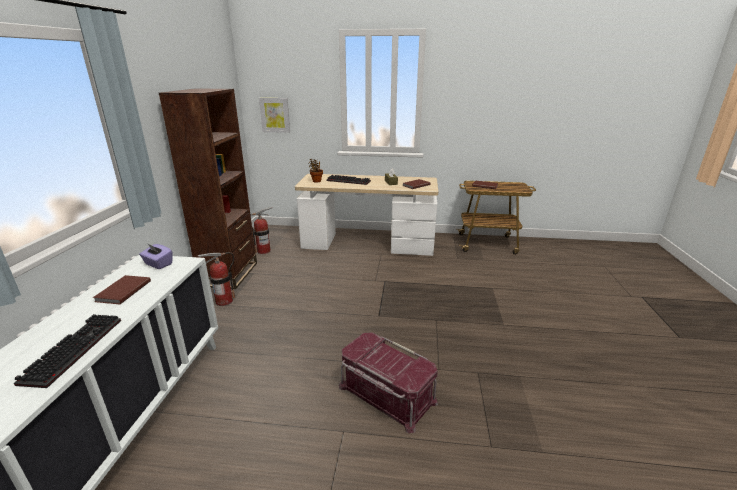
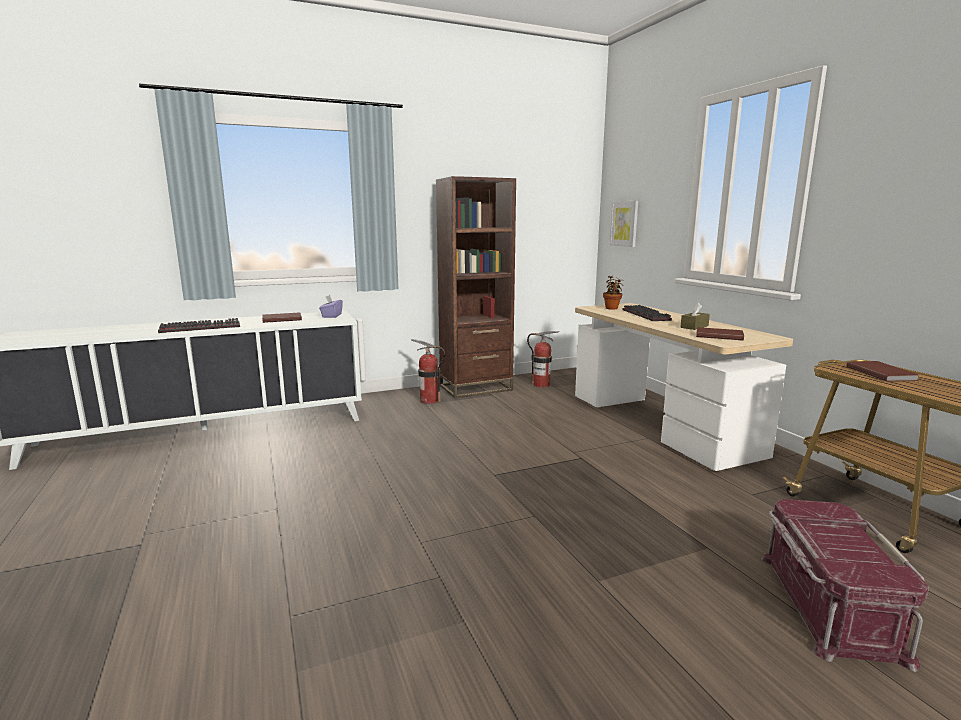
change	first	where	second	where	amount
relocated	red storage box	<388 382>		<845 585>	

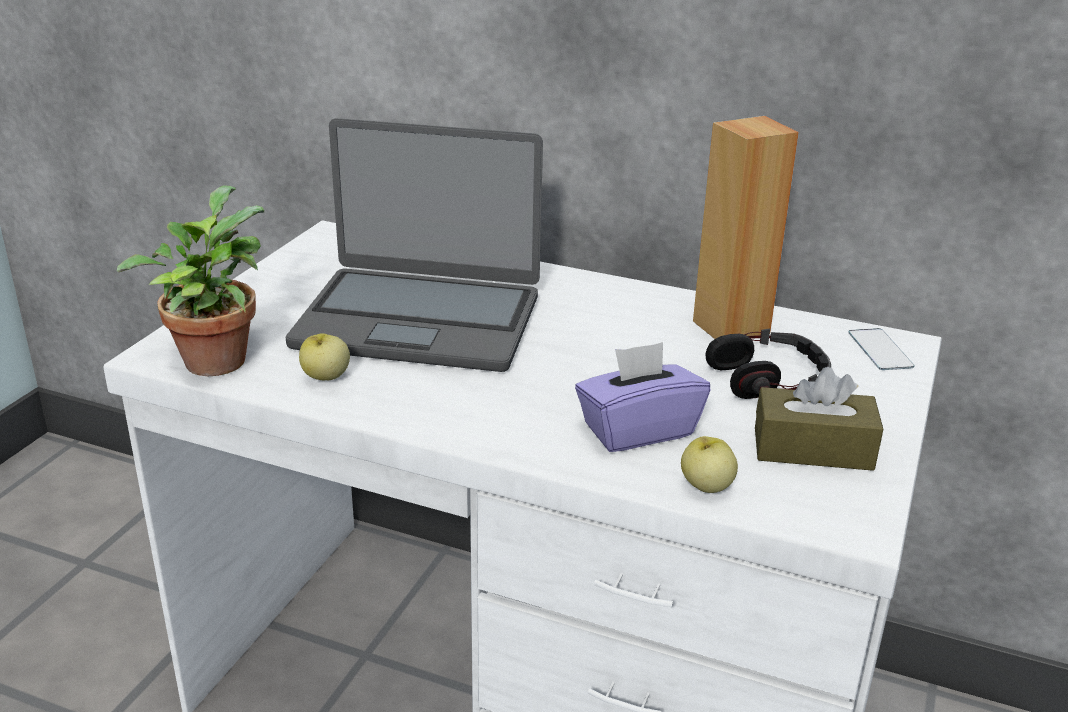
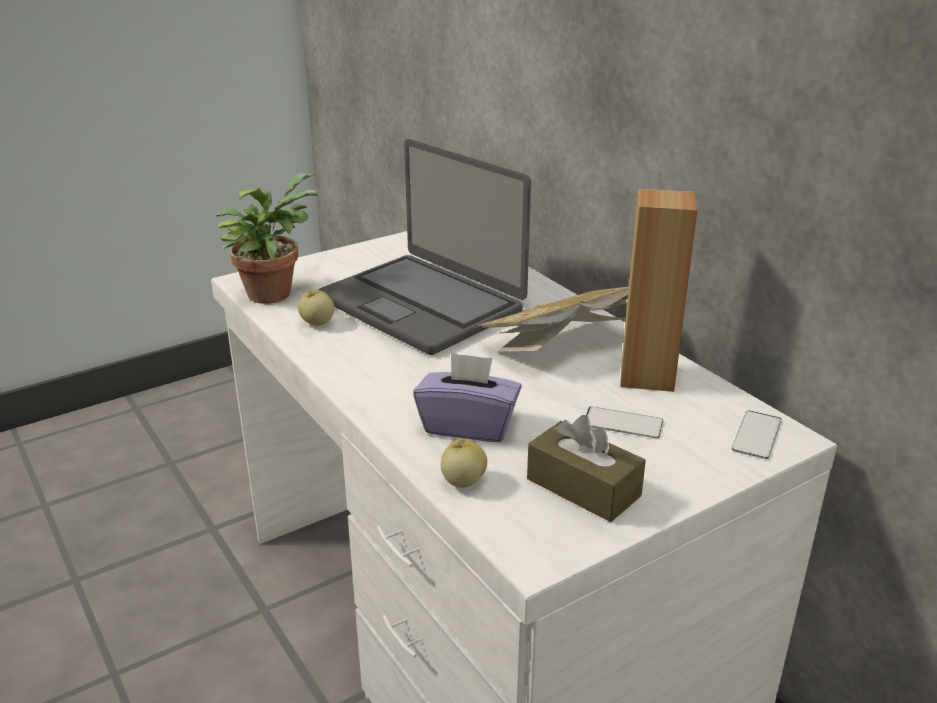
change	first	where	second	where	amount
exchanged	headphones	<768 363>	phone	<625 422>	
appeared			book	<553 319>	

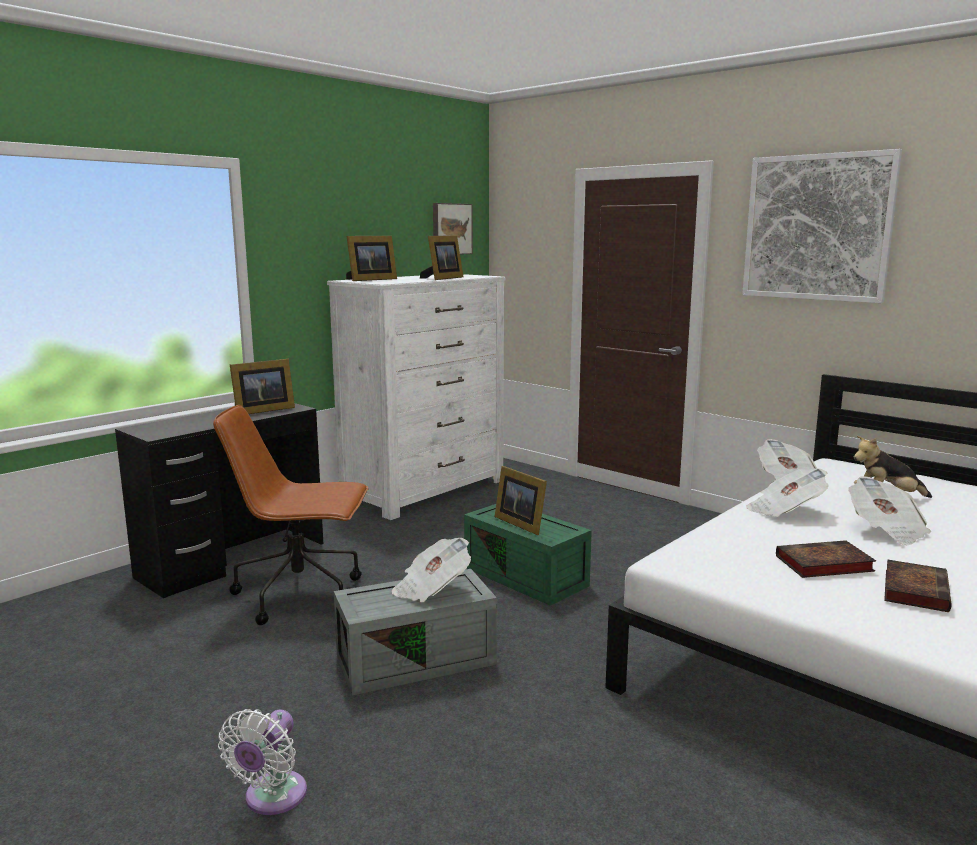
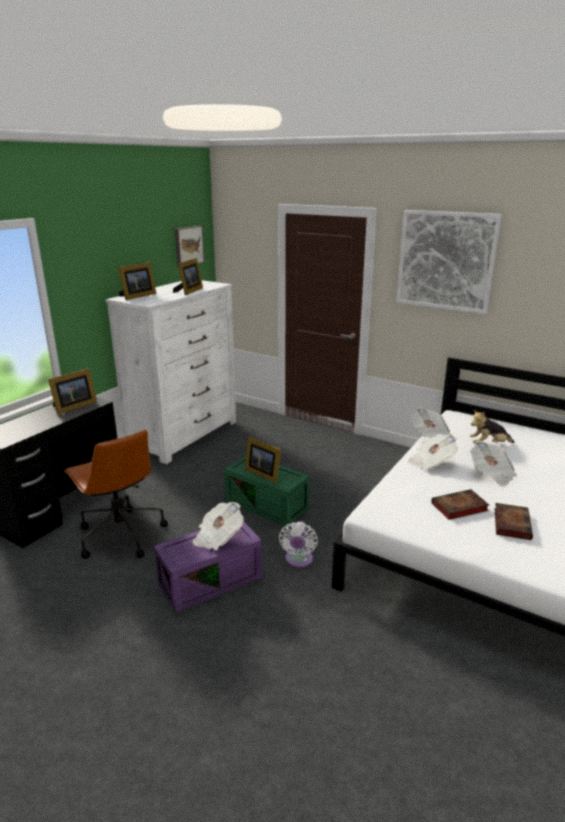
change	first	where	second	where	amount
spun	brown office chair	<290 515>		<116 494>	120 degrees counterclockwise
relocated	white fan	<262 762>		<298 544>	
colour	grey storage box	<415 632>	purple storage box	<208 567>	

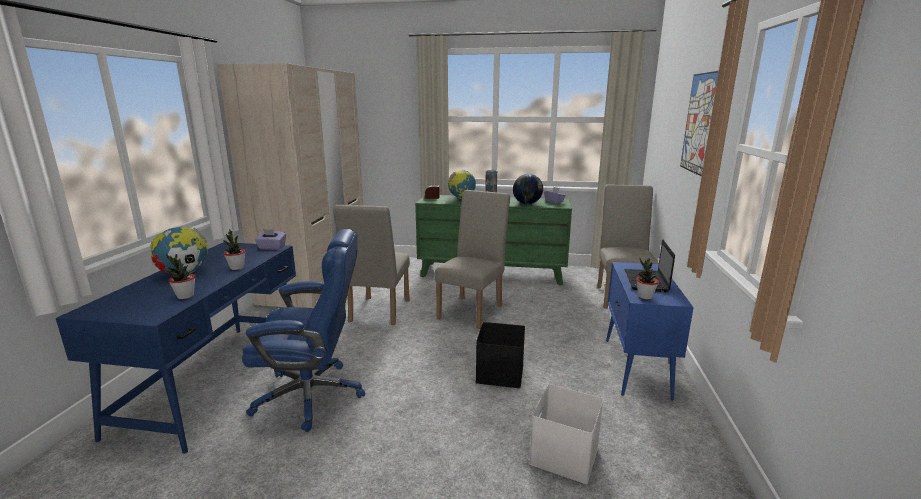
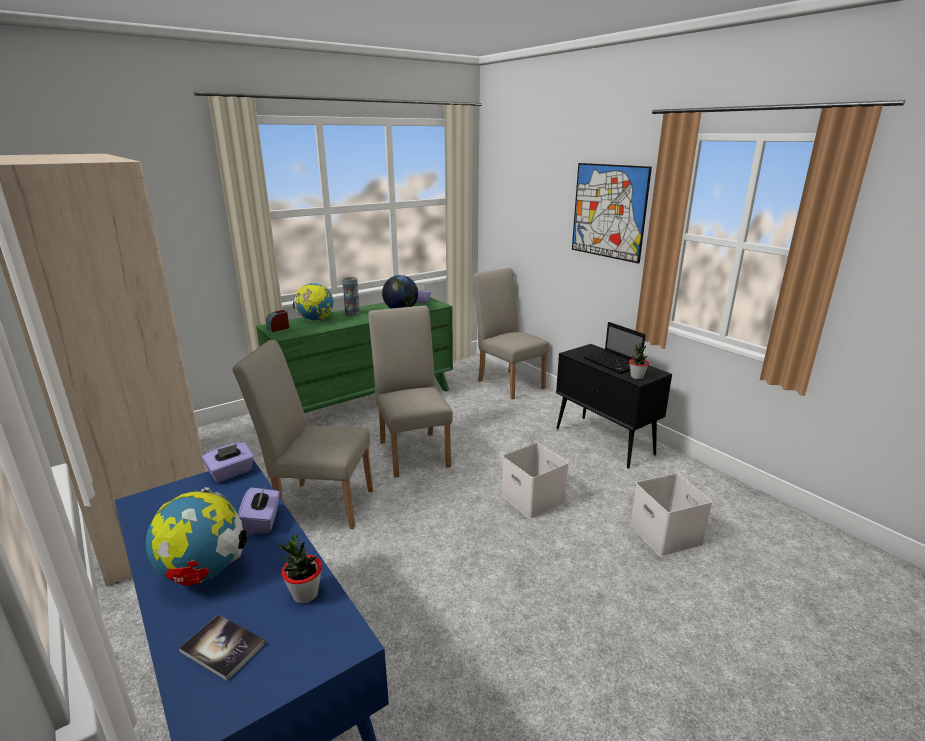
change	first	where	second	where	amount
exchanged	potted plant	<234 249>	purple tissue box	<259 510>	
missing	blue office chair	<303 330>			
spun	beige chair	<371 265>		<302 434>	135 degrees clockwise
colour	black storage box	<500 355>	white storage box	<535 481>	
colour	blue cabinet	<650 331>	black cabinet	<614 406>	
appeared			book	<222 648>	

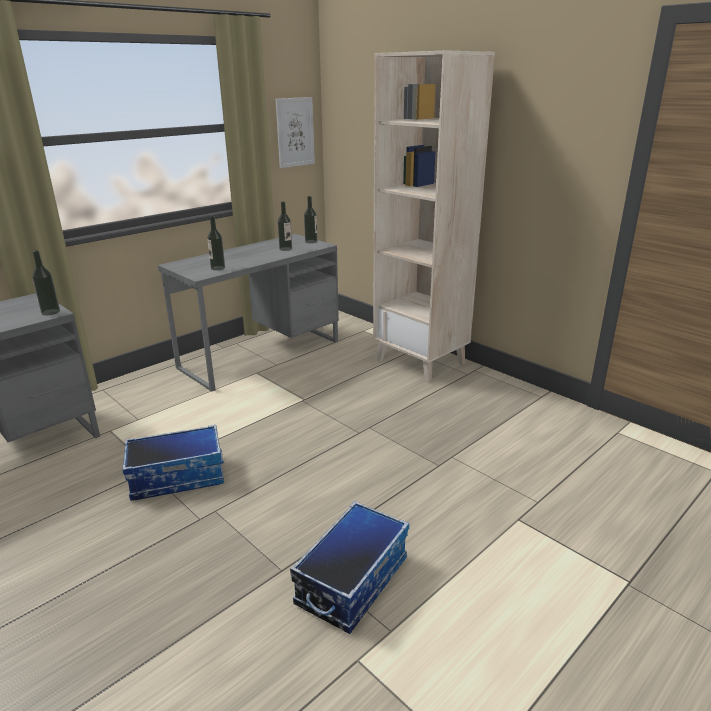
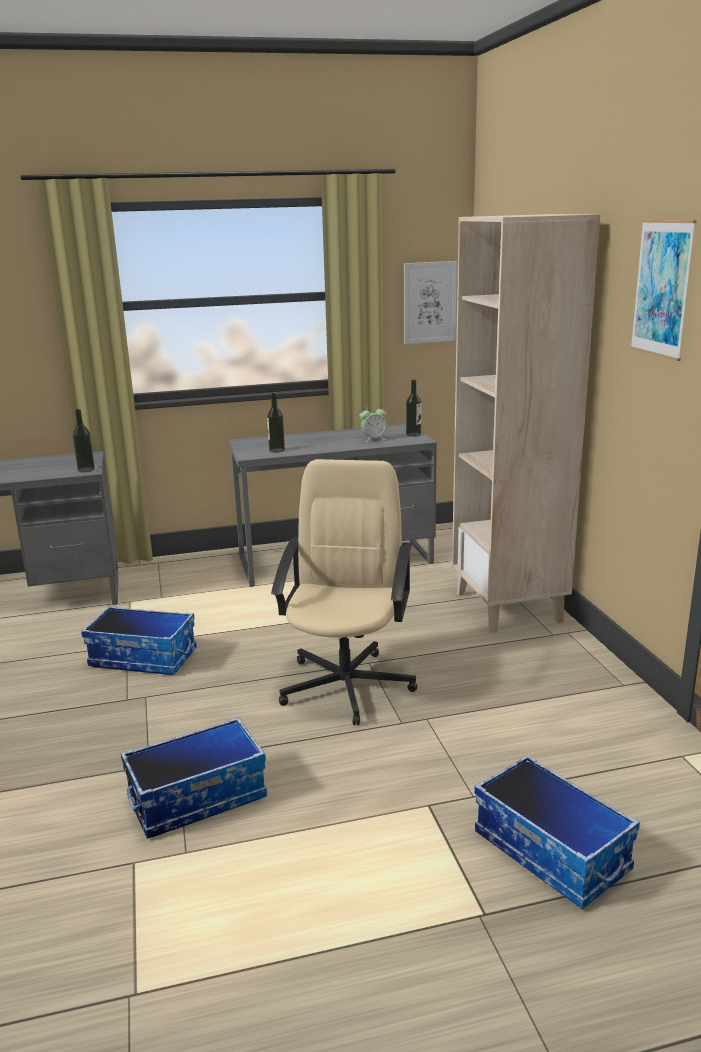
change	first	where	second	where	amount
exchanged	bottle	<285 226>	alarm clock	<373 423>	
appeared			beige office chair	<344 592>	
appeared			storage box	<557 832>	
appeared			picture	<663 290>	

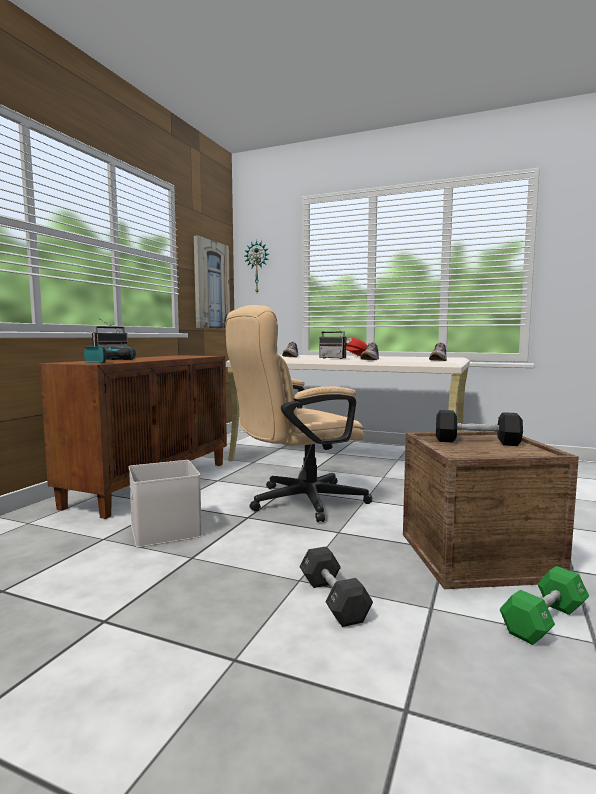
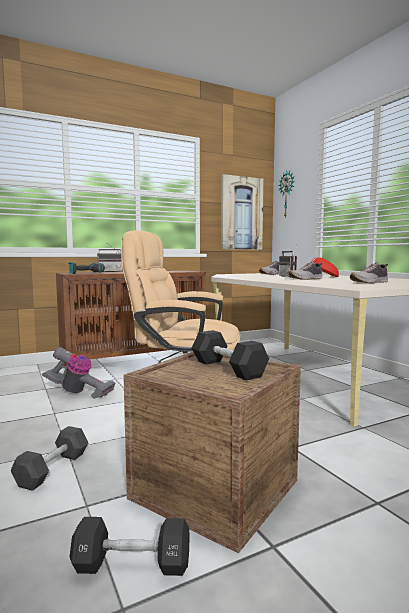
change	first	where	second	where	amount
exchanged	white storage box	<165 504>	vacuum cleaner	<78 373>	
colour	green dumbbell	<544 605>	black dumbbell	<130 546>	

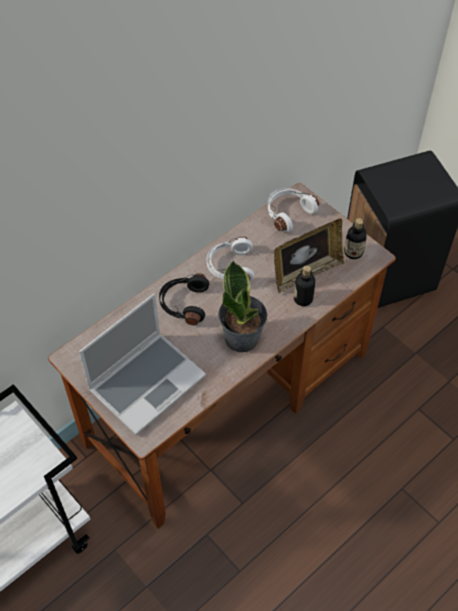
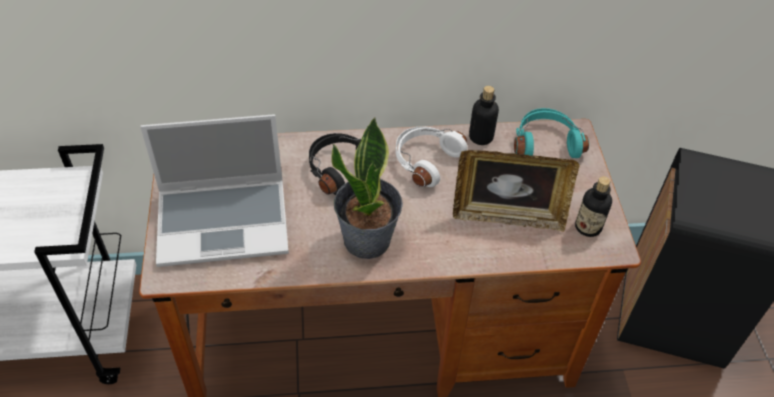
change	first	where	second	where	amount
colour	white headphones	<293 210>	turquoise headphones	<551 133>	
relocated	bottle	<304 285>		<484 115>	

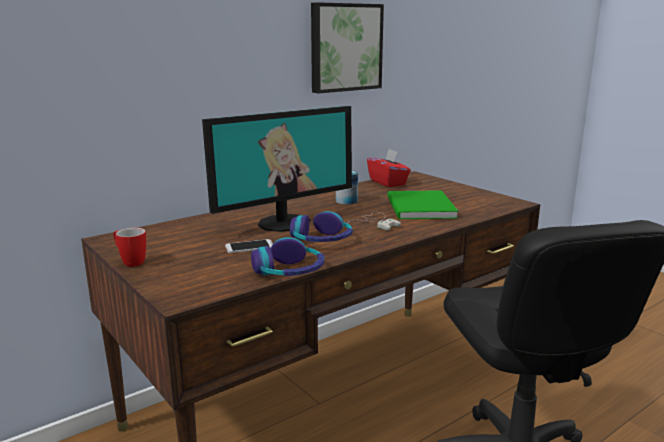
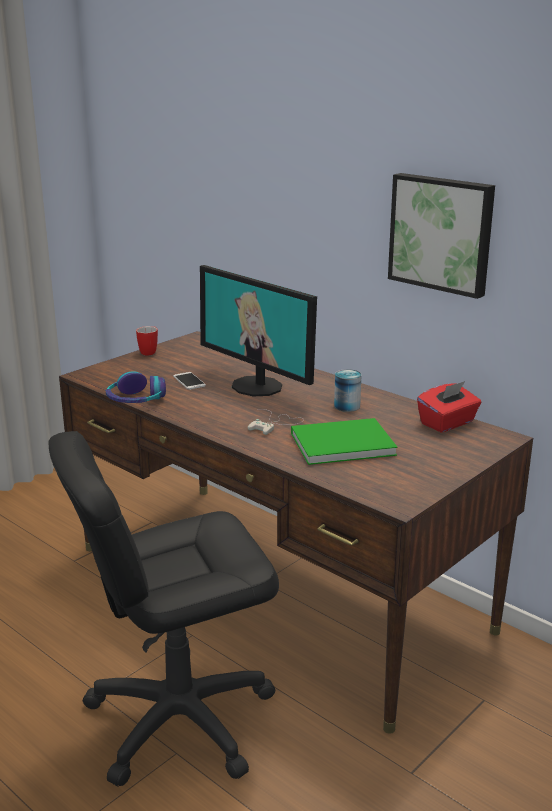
change	first	where	second	where	amount
missing	headphones	<321 226>			

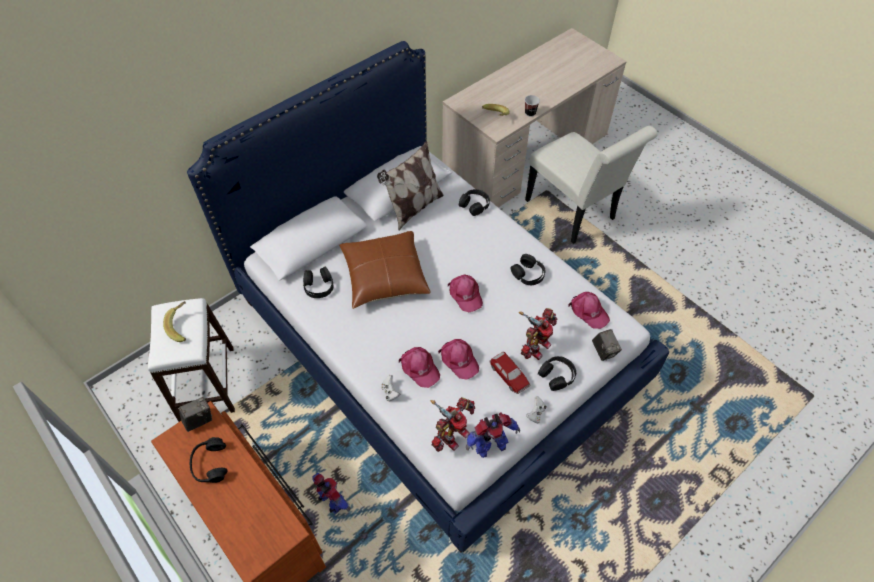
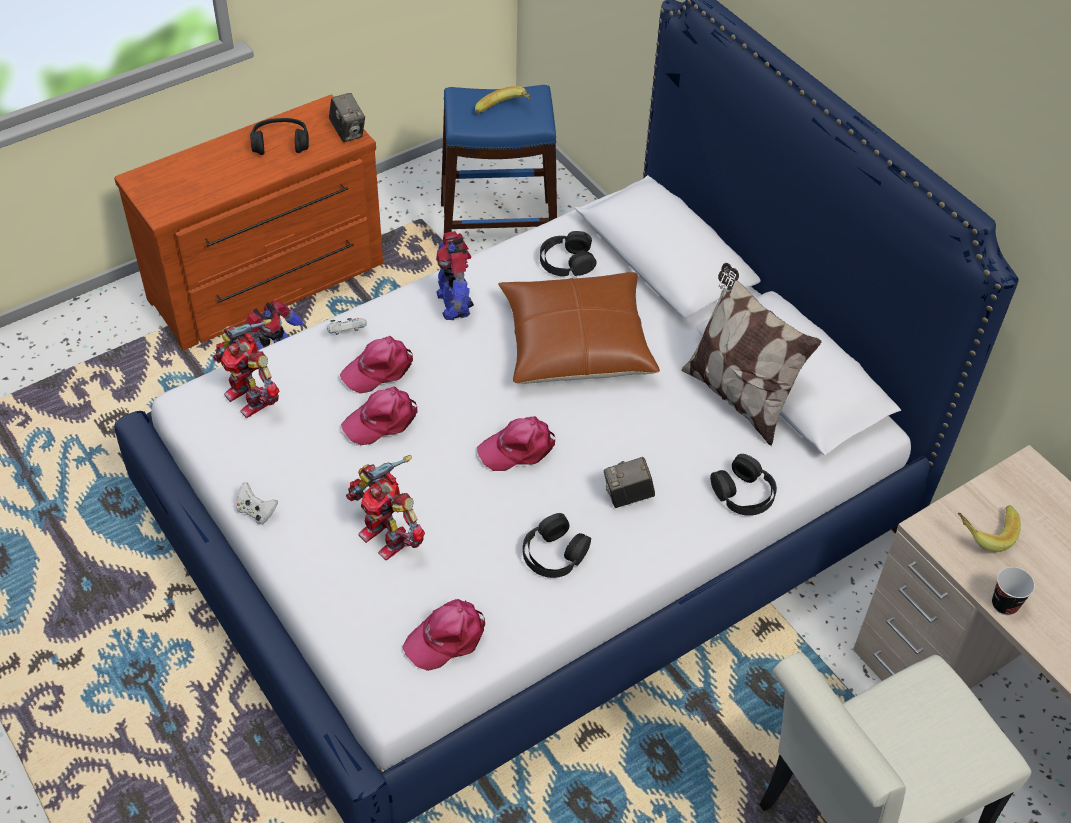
change	first	where	second	where	amount
colour	white stool	<191 360>	blue stool	<499 159>	
relocated	toy robot	<493 435>		<455 275>	
missing	toy car	<509 373>			
missing	black headphones	<557 373>			
relocated	photo camera	<607 345>		<629 482>	

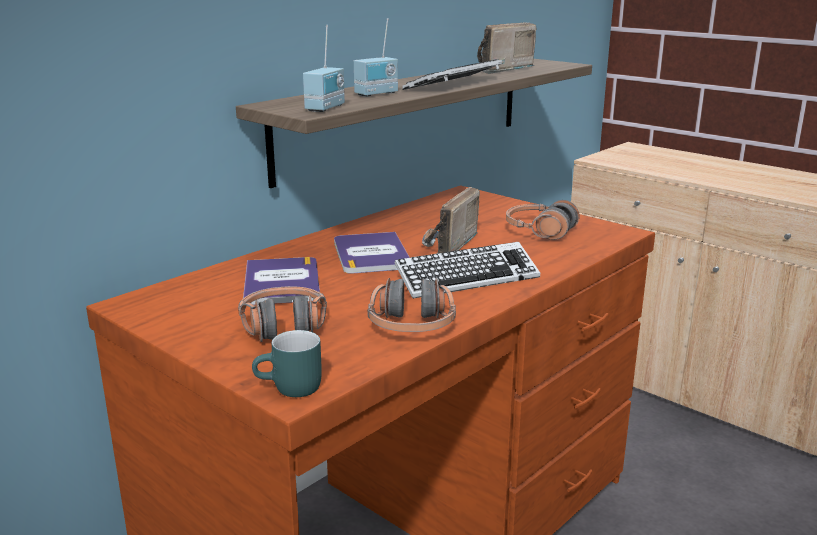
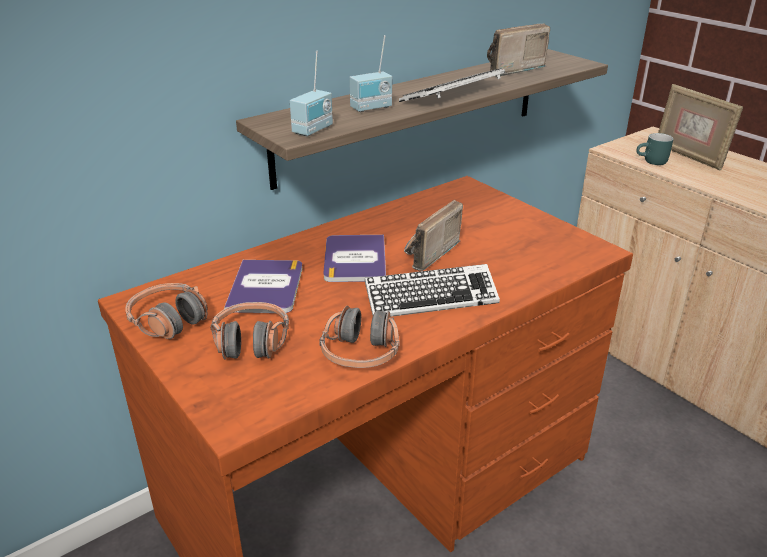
change	first	where	second	where	amount
relocated	turquoise mug	<287 363>		<654 149>	
relocated	headphones	<543 220>		<166 311>	
appeared			picture frame	<700 127>	

